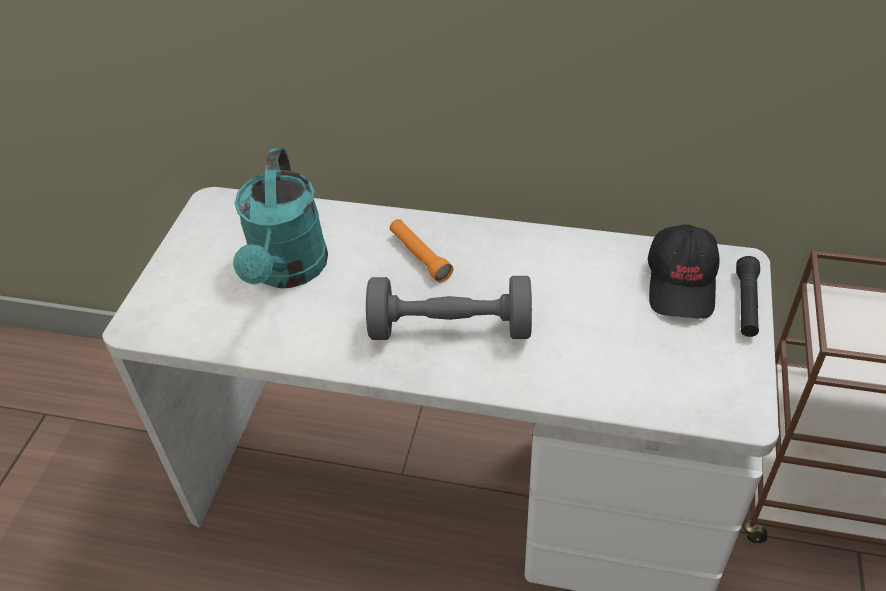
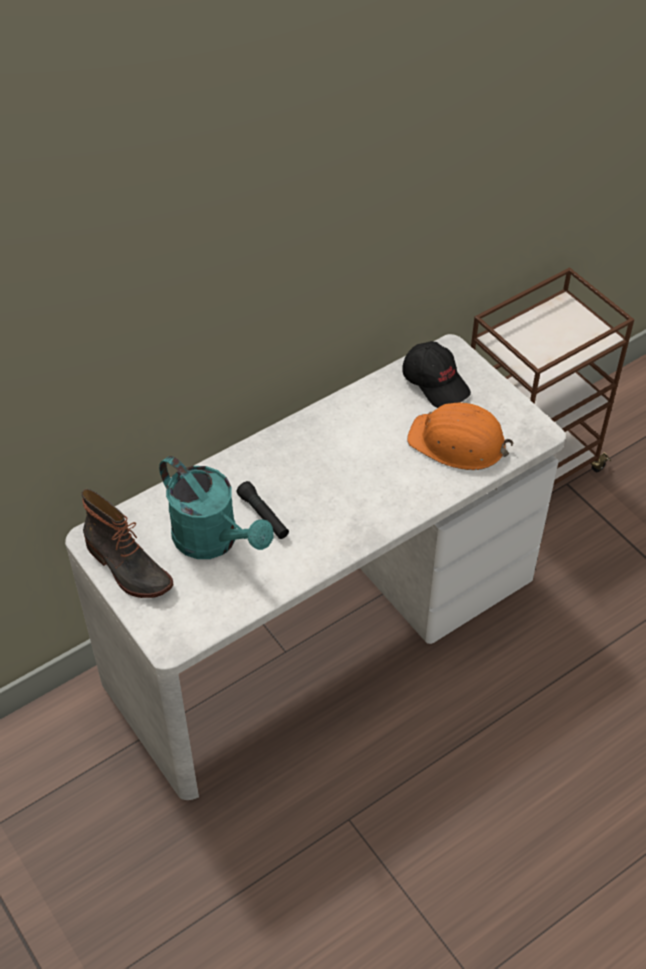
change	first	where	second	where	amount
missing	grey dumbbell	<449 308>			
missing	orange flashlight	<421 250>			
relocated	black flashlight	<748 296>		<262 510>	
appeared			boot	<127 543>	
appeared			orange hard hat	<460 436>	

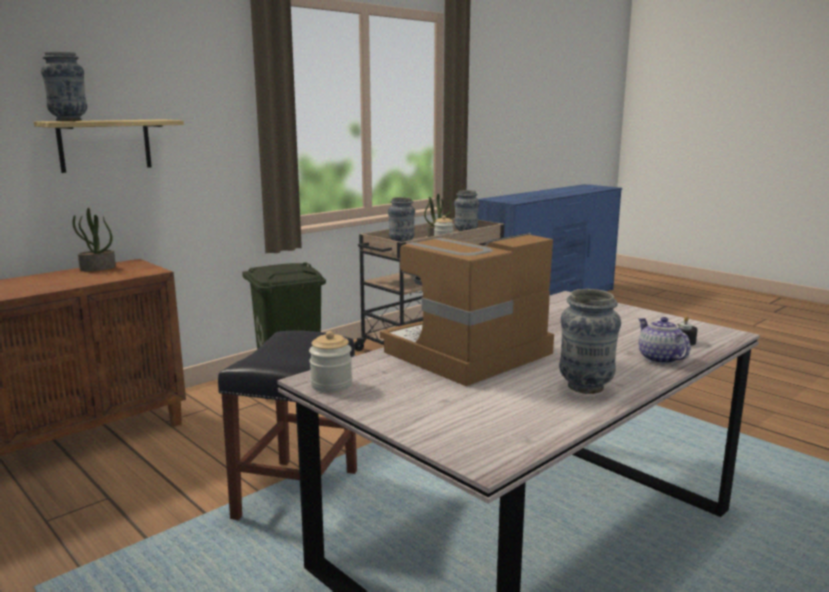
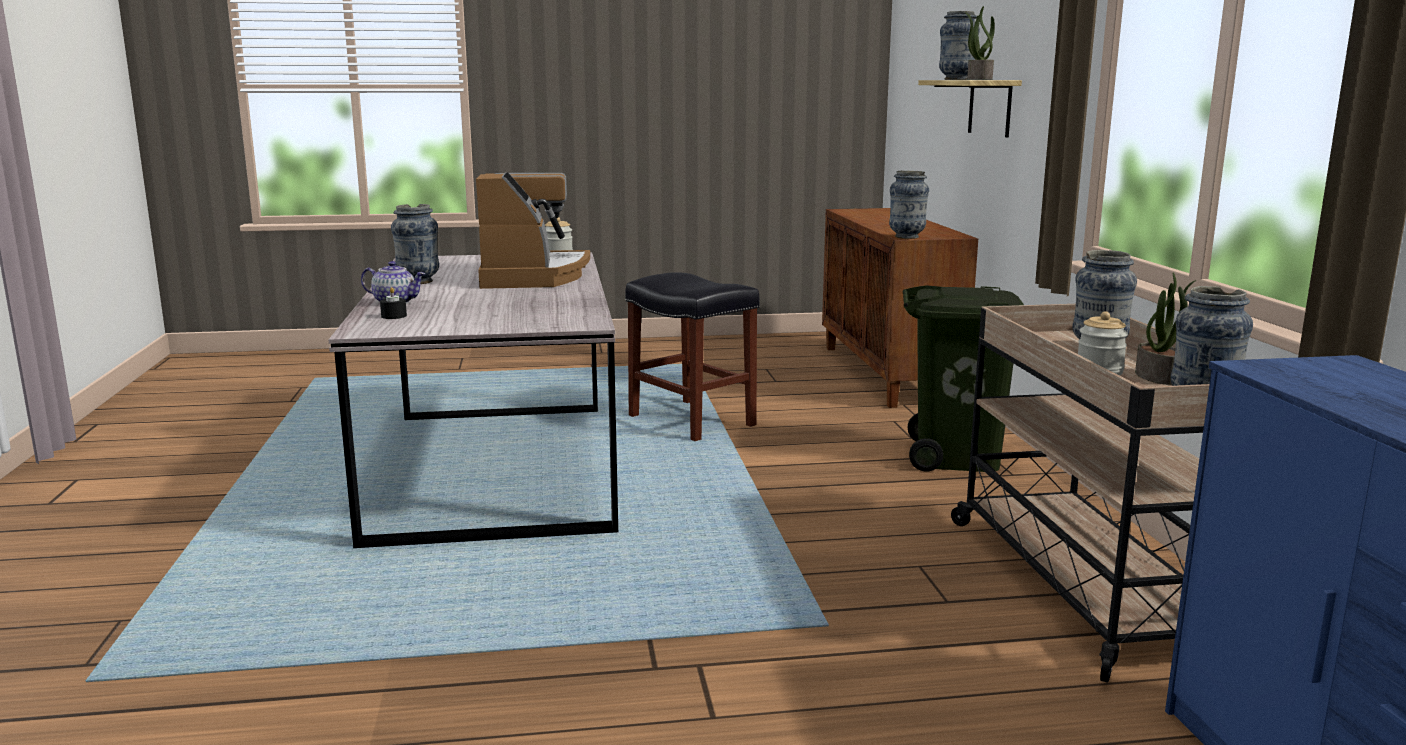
change	first	where	second	where	amount
relocated	potted plant	<94 239>		<980 43>	
appeared			vase	<909 205>	

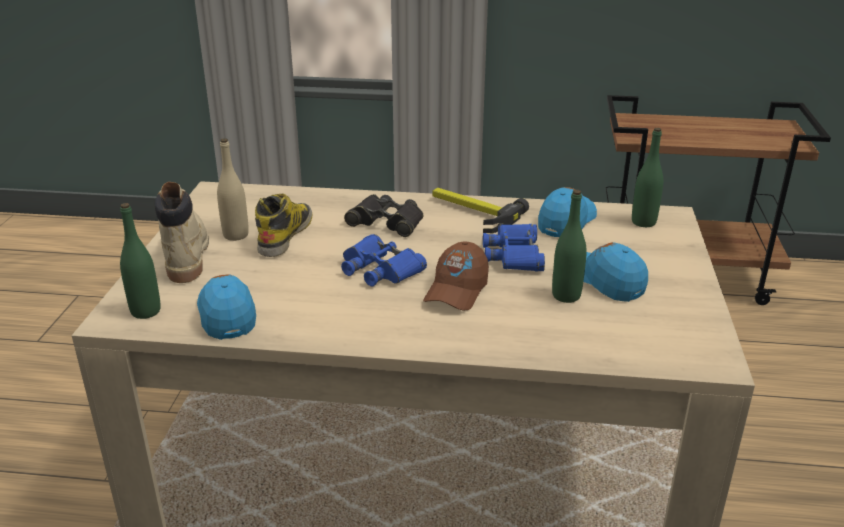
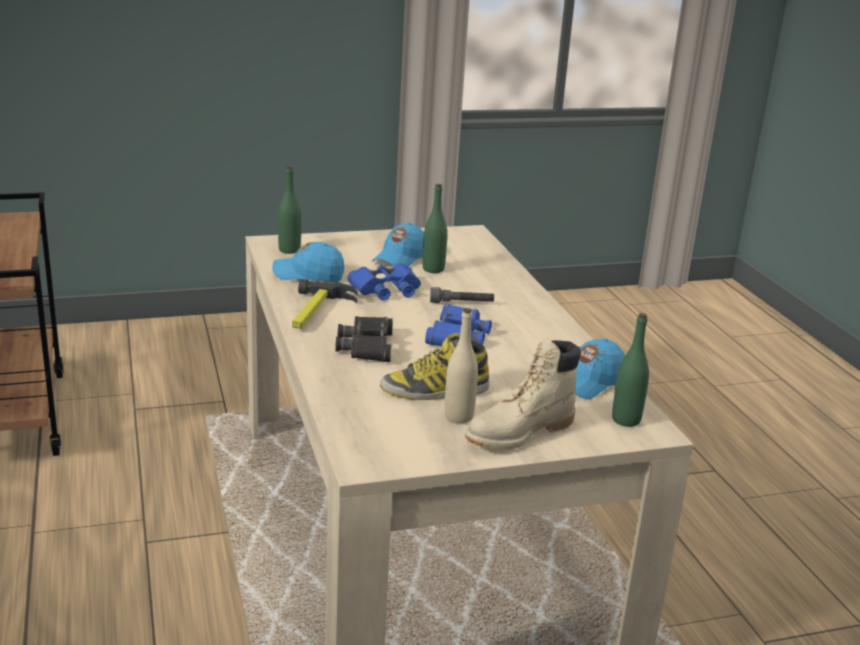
change	first	where	second	where	amount
exchanged	brown cap	<456 276>	grey flashlight	<462 295>	

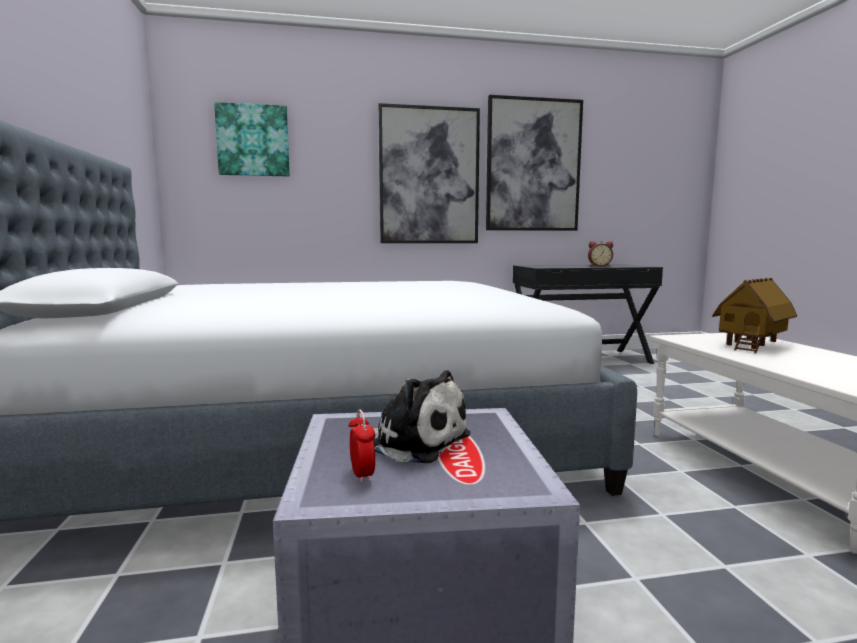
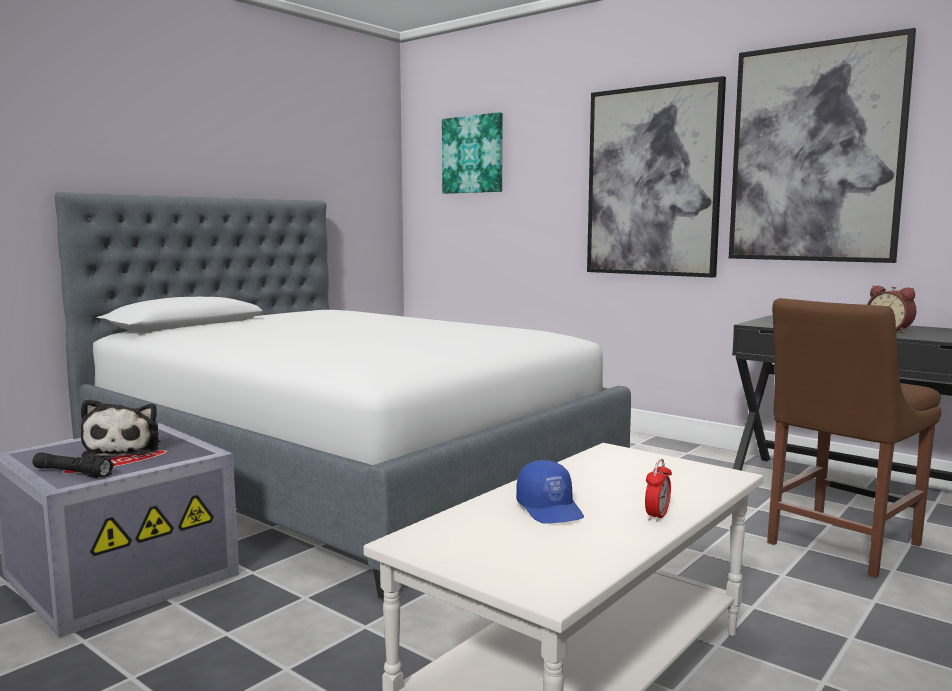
change	first	where	second	where	amount
relocated	alarm clock	<361 446>		<658 490>	
missing	toy house	<754 315>			
appeared			black flashlight	<73 465>	
appeared			blue cap	<550 492>	
appeared			brown chair	<854 438>	

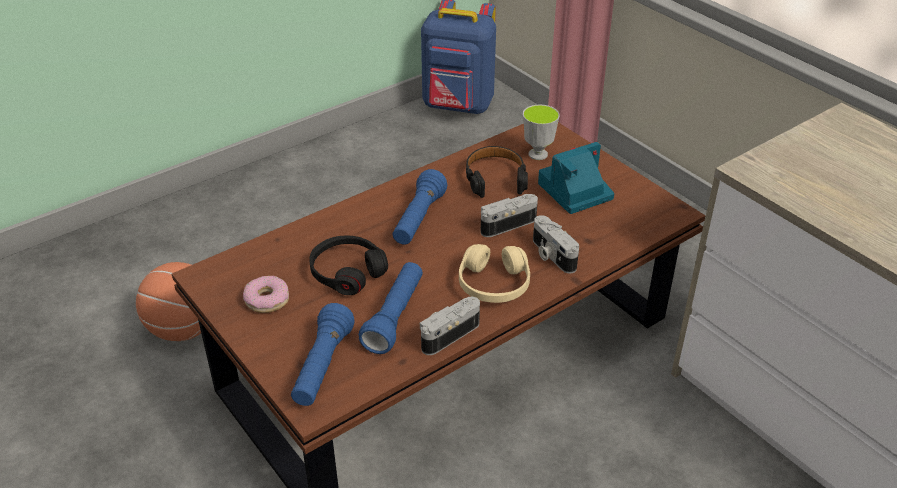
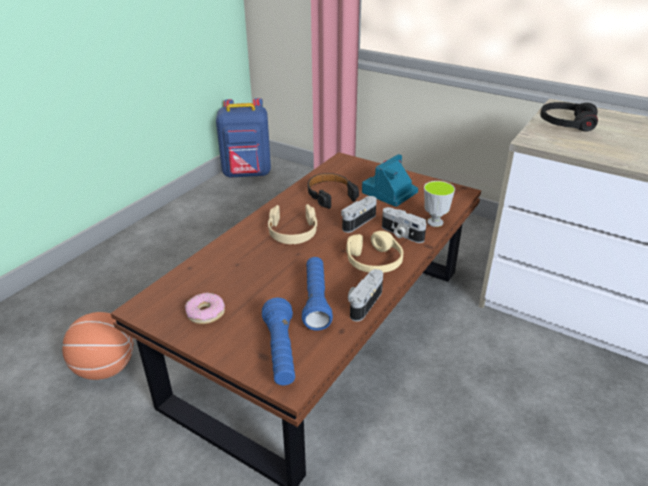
change	first	where	second	where	amount
relocated	black headphones	<348 265>		<569 117>	
exchanged	blue flashlight	<420 207>	beige headphones	<292 224>	
relocated	cup	<541 132>		<439 204>	

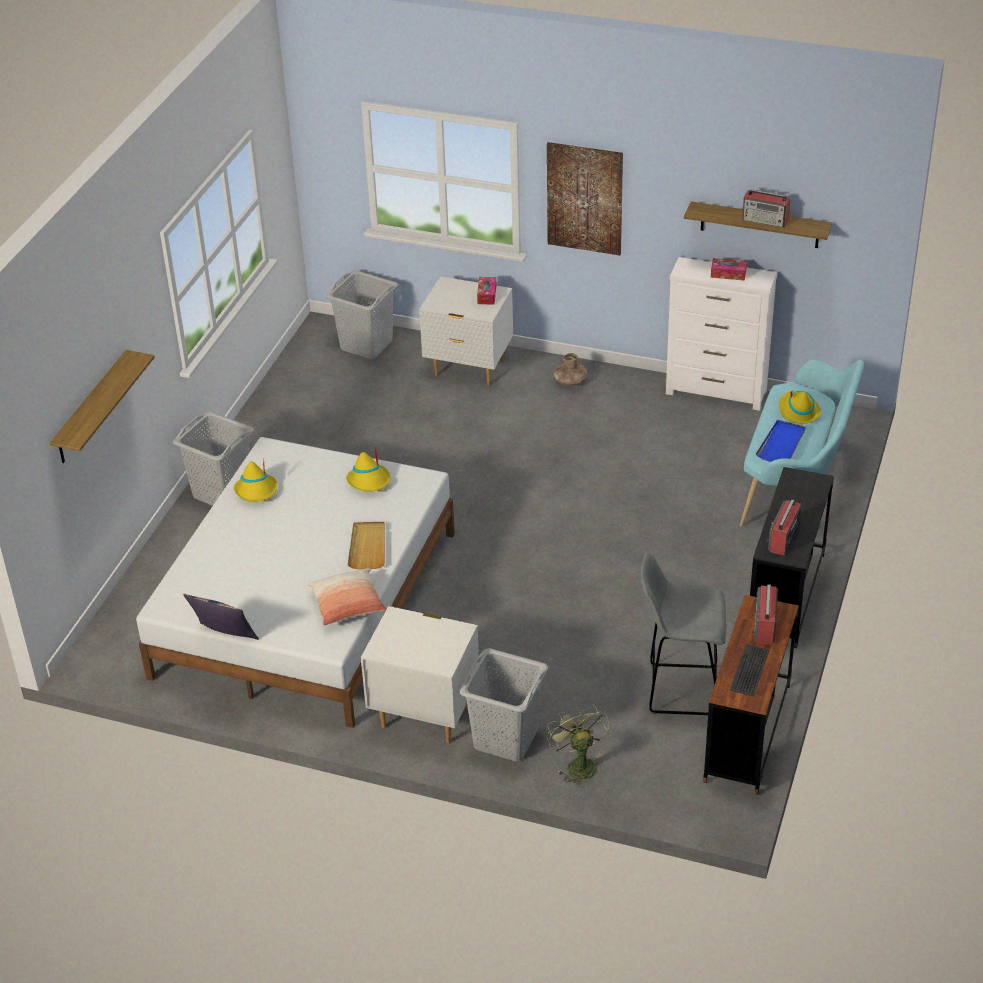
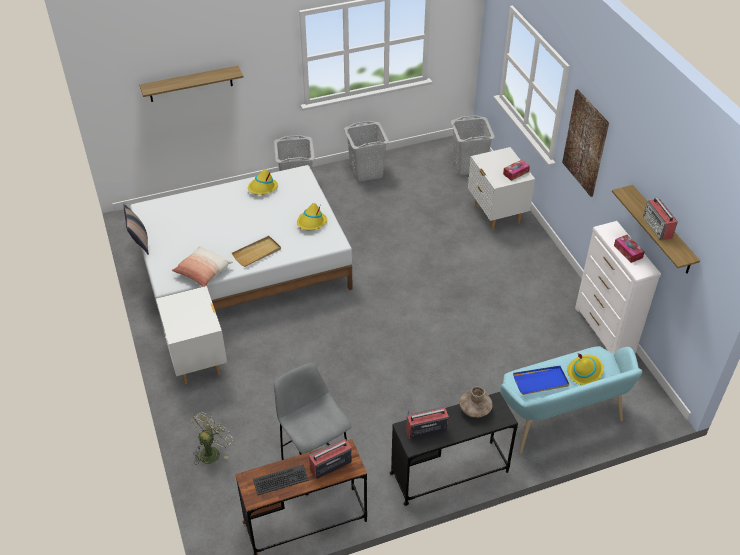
change	first	where	second	where	amount
relocated	grey laundry basket	<504 704>		<366 151>	
relocated	brown vase	<570 369>		<476 402>	

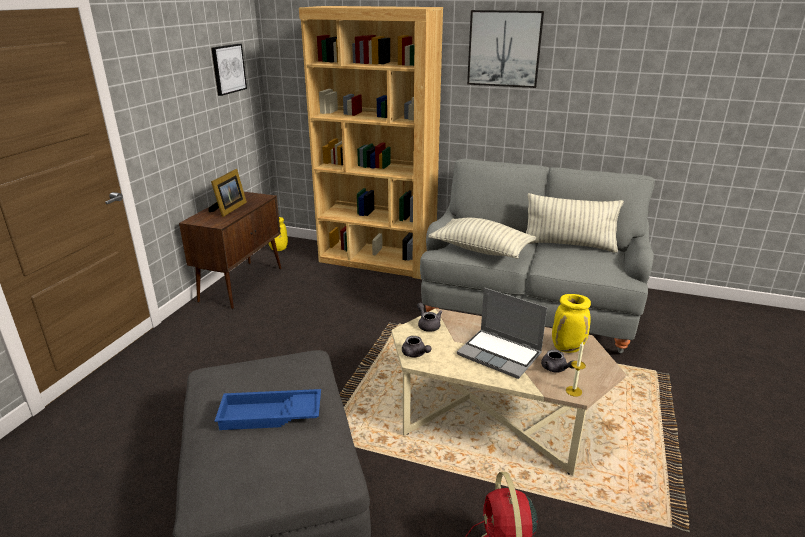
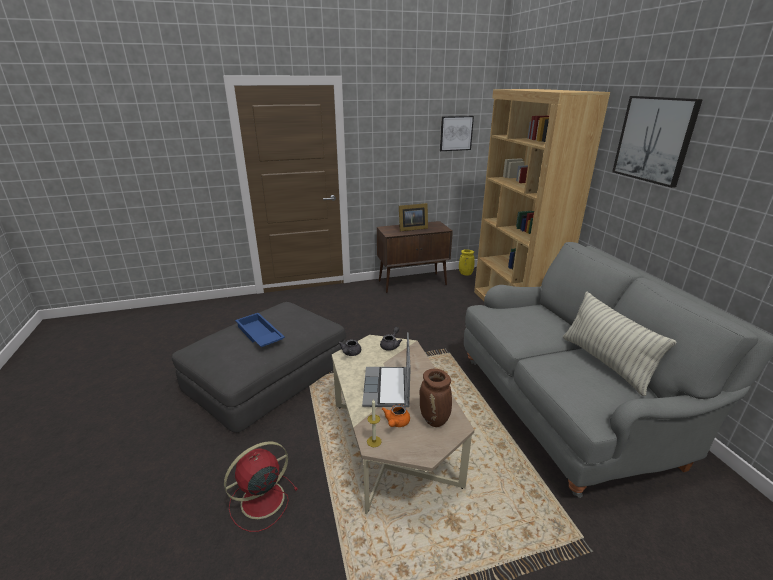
change	first	where	second	where	amount
missing	pillow	<482 238>			
colour	grey teapot	<557 361>	orange teapot	<396 415>	
colour	yellow vase	<571 323>	brown vase	<436 398>	

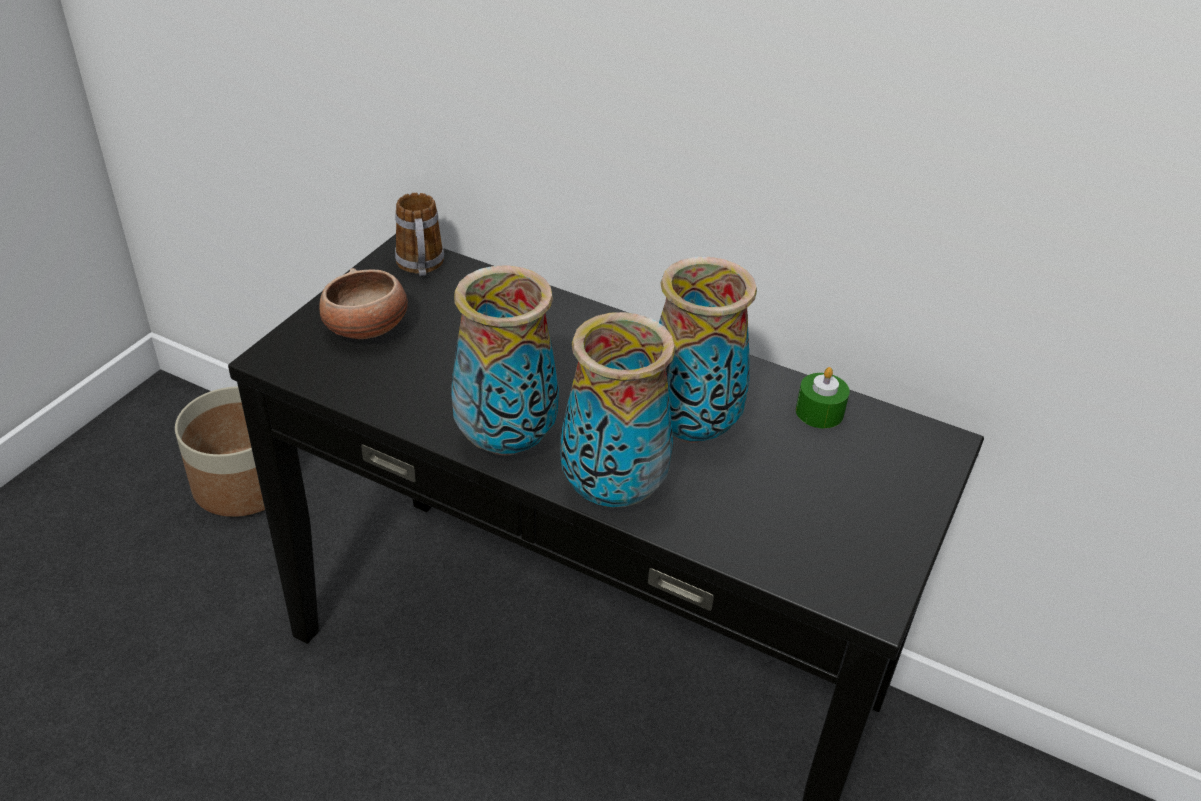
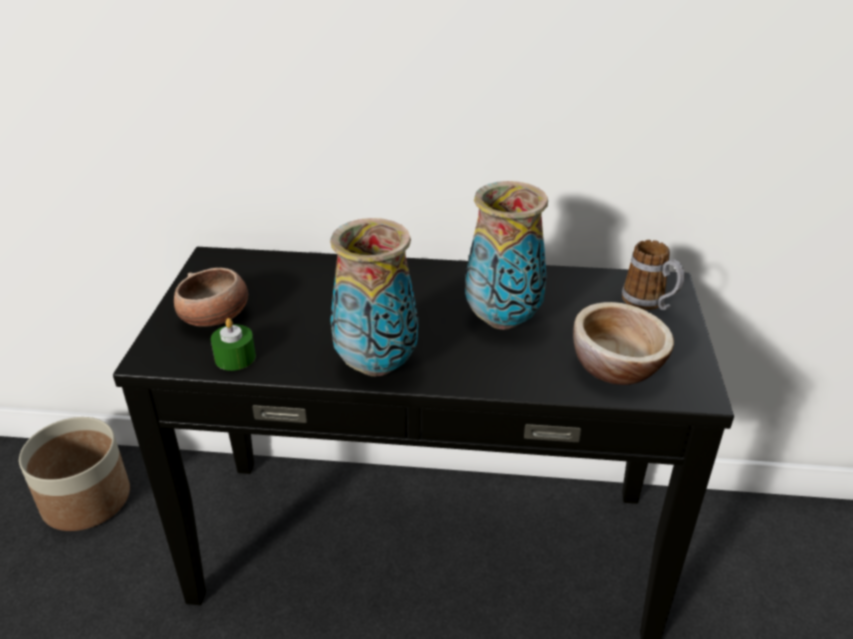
change	first	where	second	where	amount
relocated	mug	<419 234>		<653 275>	
missing	vase	<617 410>			
relocated	green candle	<823 398>		<233 344>	
appeared			bowl	<623 343>	

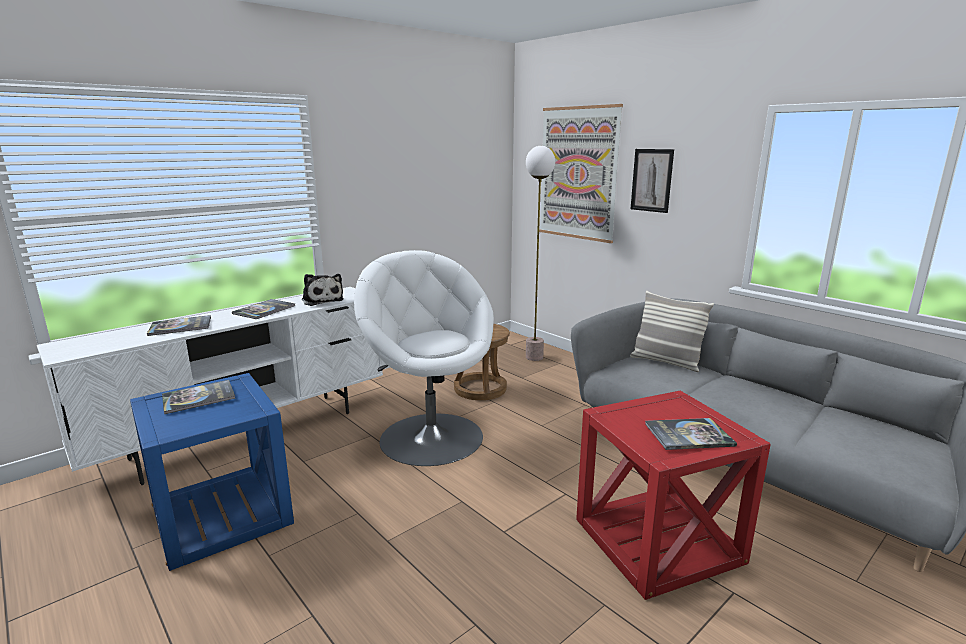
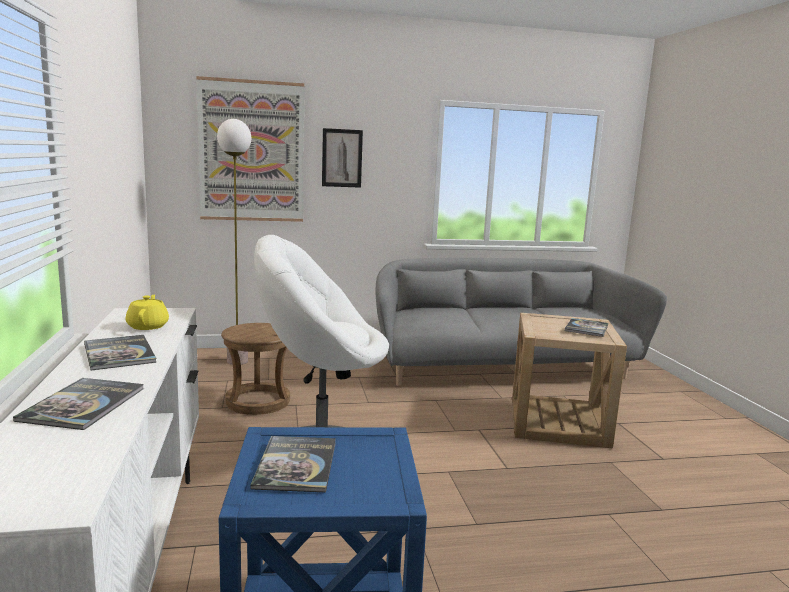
change	first	where	second	where	amount
exchanged	plush toy	<322 290>	yellow teapot	<147 312>	
colour	red side table	<673 495>	beige side table	<569 380>	
missing	pillow	<672 331>			

